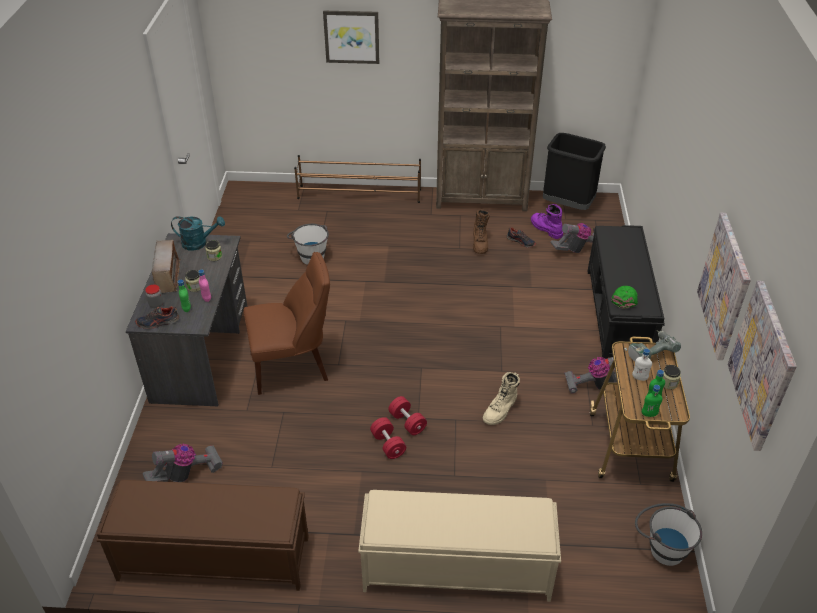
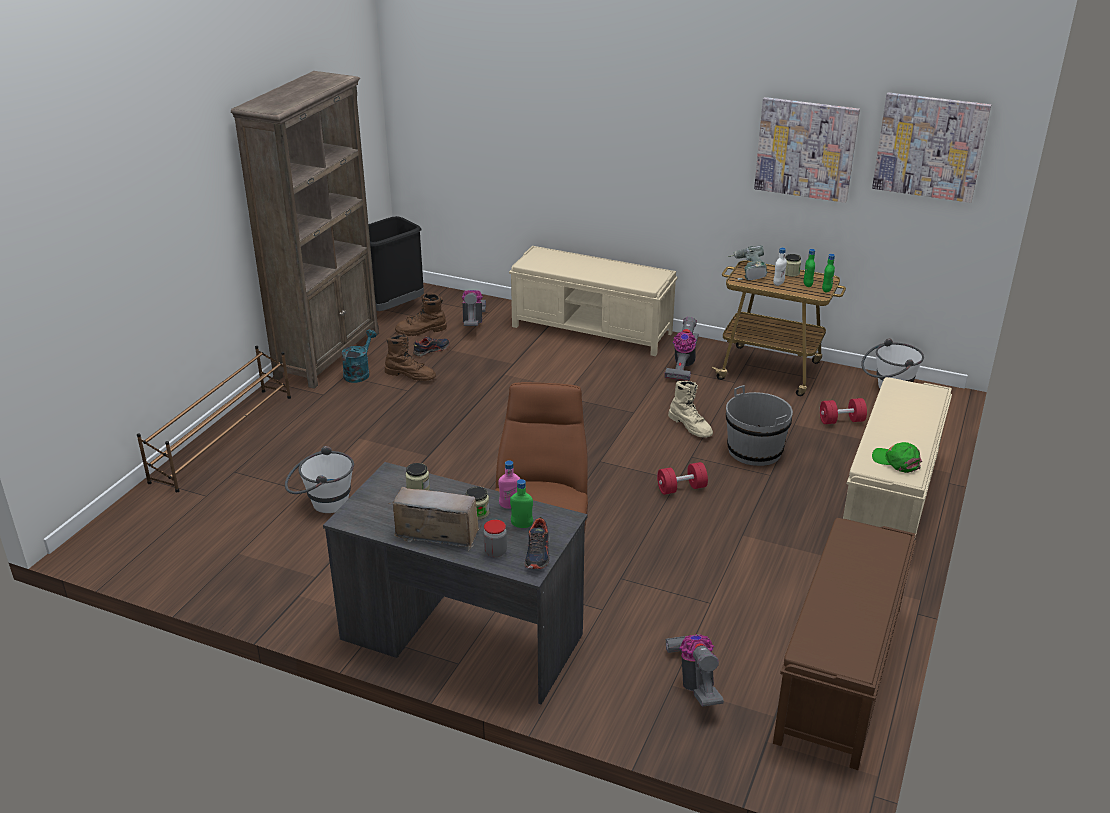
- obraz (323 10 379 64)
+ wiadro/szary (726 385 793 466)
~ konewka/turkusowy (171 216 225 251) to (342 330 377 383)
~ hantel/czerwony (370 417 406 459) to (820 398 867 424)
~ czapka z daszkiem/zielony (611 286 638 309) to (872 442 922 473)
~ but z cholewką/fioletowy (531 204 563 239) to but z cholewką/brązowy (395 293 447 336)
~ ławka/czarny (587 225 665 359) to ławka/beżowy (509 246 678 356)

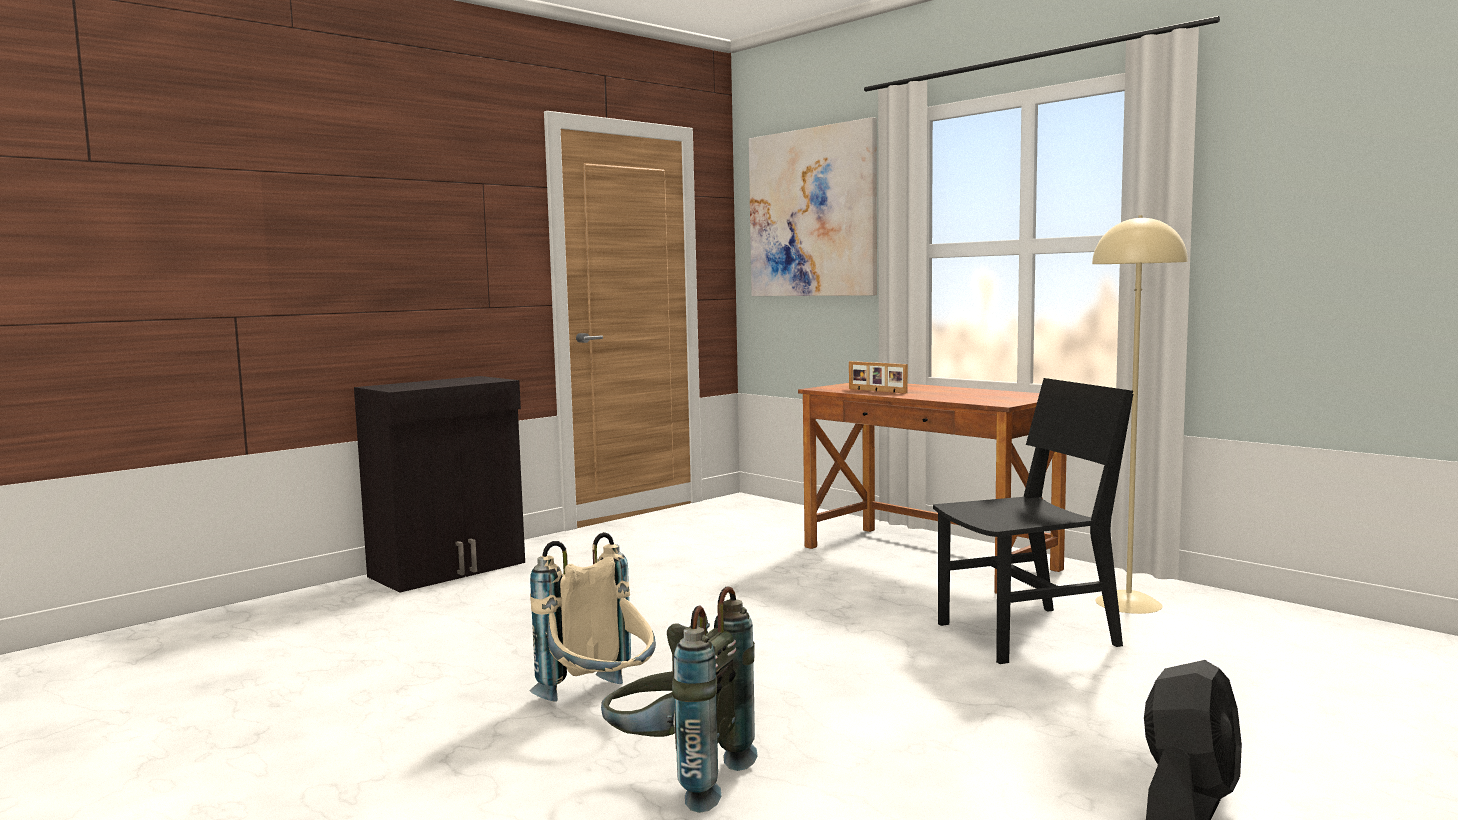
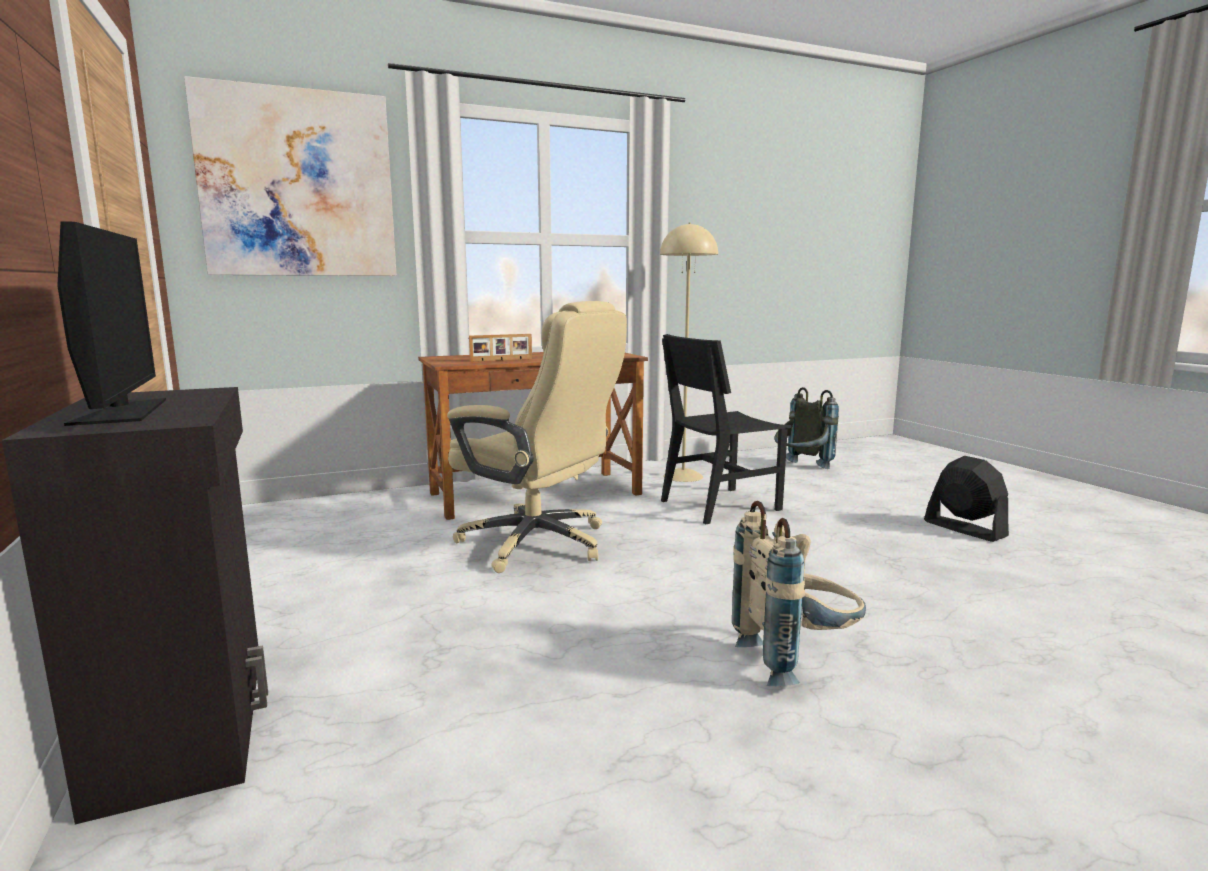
+ monitor (57 221 166 426)
+ krzesło biurowe/beżowy (447 301 627 573)
~ plecak/szary (601 586 758 813) to (775 387 839 469)
~ krzesło/czarny (933 378 1133 664) = (661 334 792 524) 120 degrees counterclockwise

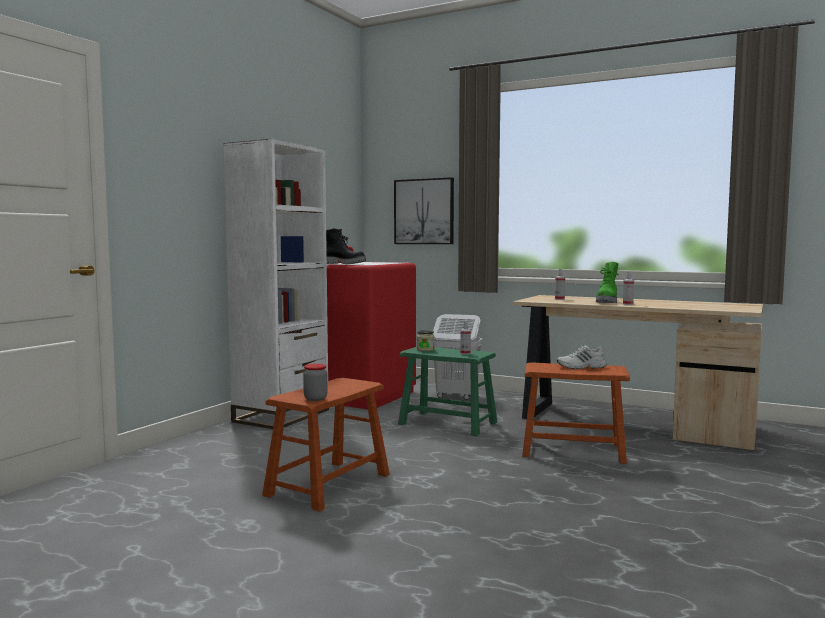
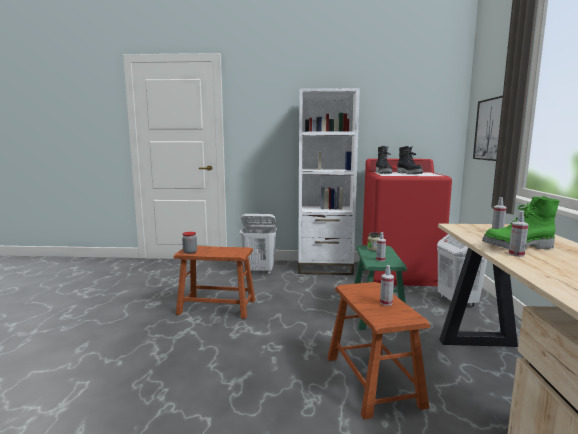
+ kosz na pranie/biały (240 214 277 275)
+ but z cholewką/czarny (397 146 423 174)
~ but/biały (557 345 607 369) to spryskiwacz (380 265 394 306)

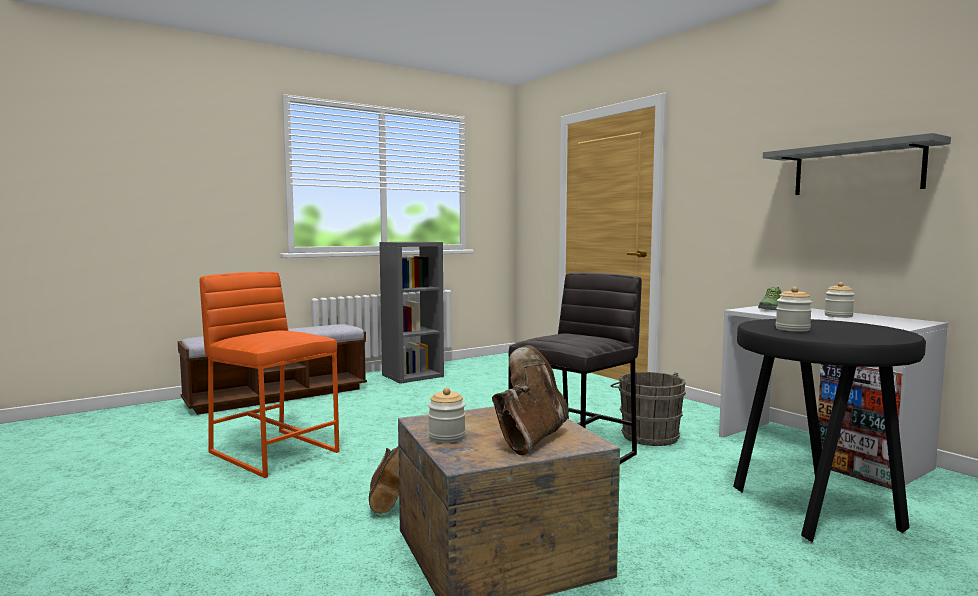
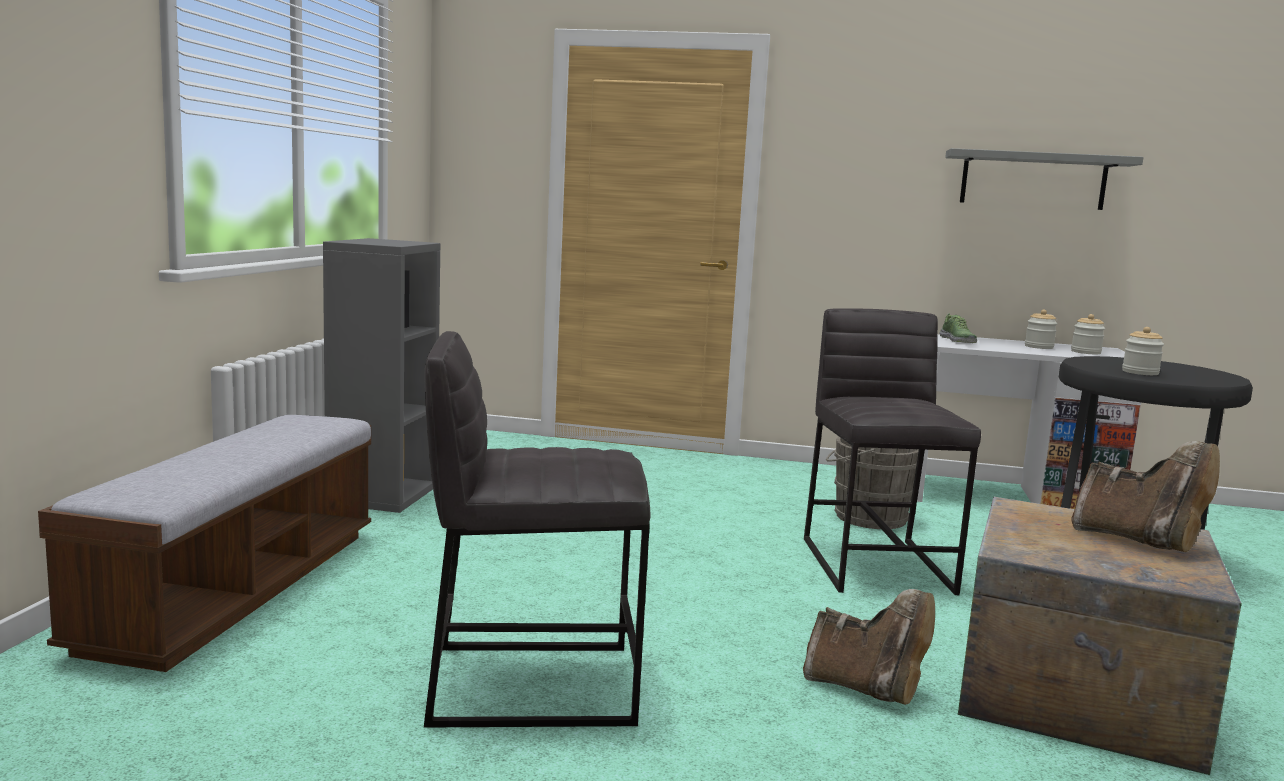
~ słoik (428 388 466 443) to (1071 314 1105 354)
~ stołek/pomarańczowy (200 272 339 478) to stołek/szary (424 331 651 727)
~ but z cholewką/brązowy (492 345 569 455) = (1072 441 1220 552) 150 degrees clockwise

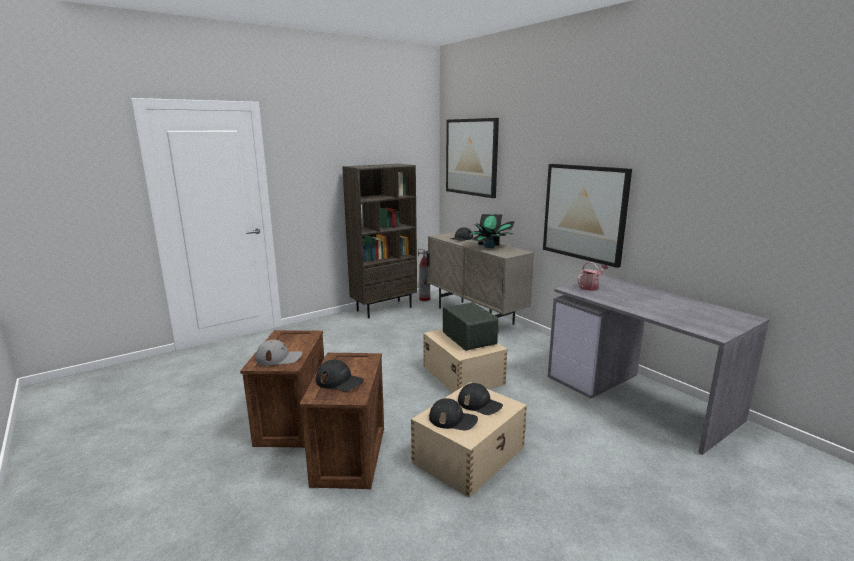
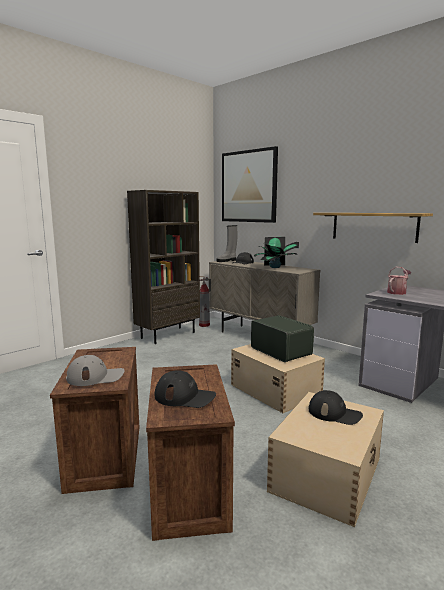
- czapka z daszkiem/czarny (429 398 478 431)
+ but z cholewką/szary (216 225 237 262)
~ obraz (543 164 632 268) to półka (313 213 433 243)

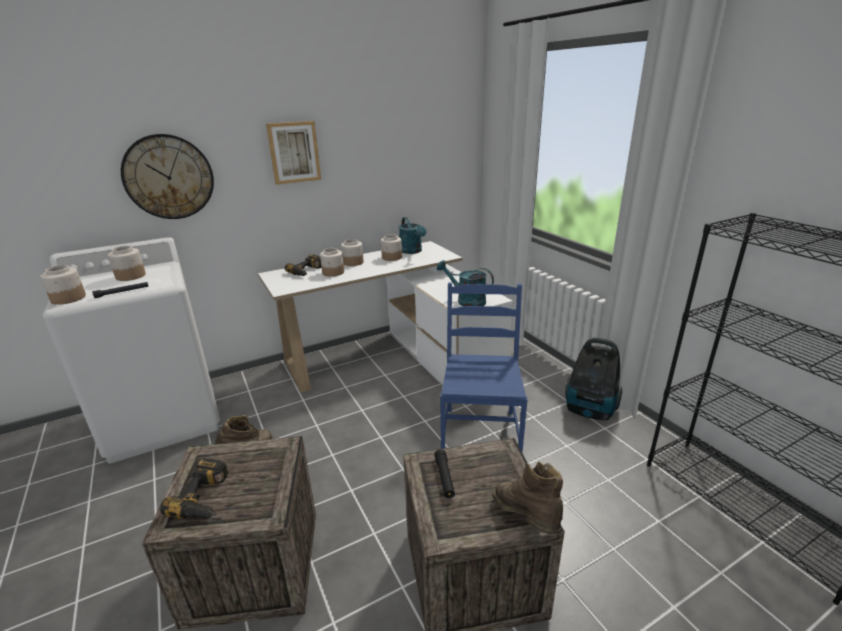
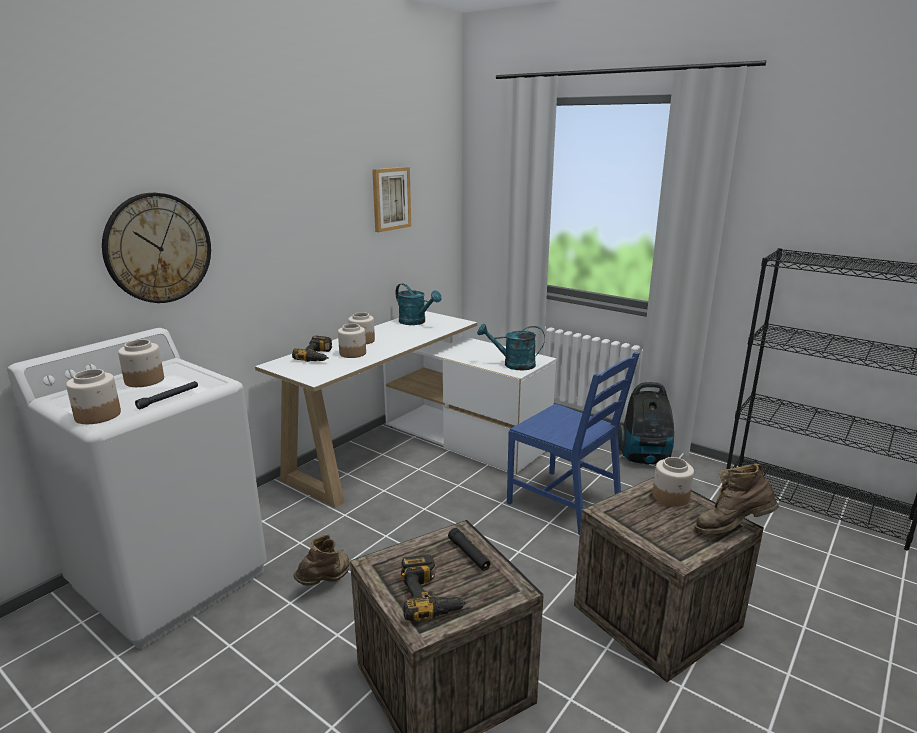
~ obraz (266 121 321 185) to (372 167 411 232)
~ słoik (381 234 402 261) to (653 457 694 507)
~ latarka/czarny (434 449 455 498) to (448 528 490 571)
~ krzesło/niebieski (440 282 527 452) = (507 352 640 535) 150 degrees clockwise
~ but z cholewką/brązowy (492 462 563 534) = (694 463 779 534) 45 degrees counterclockwise

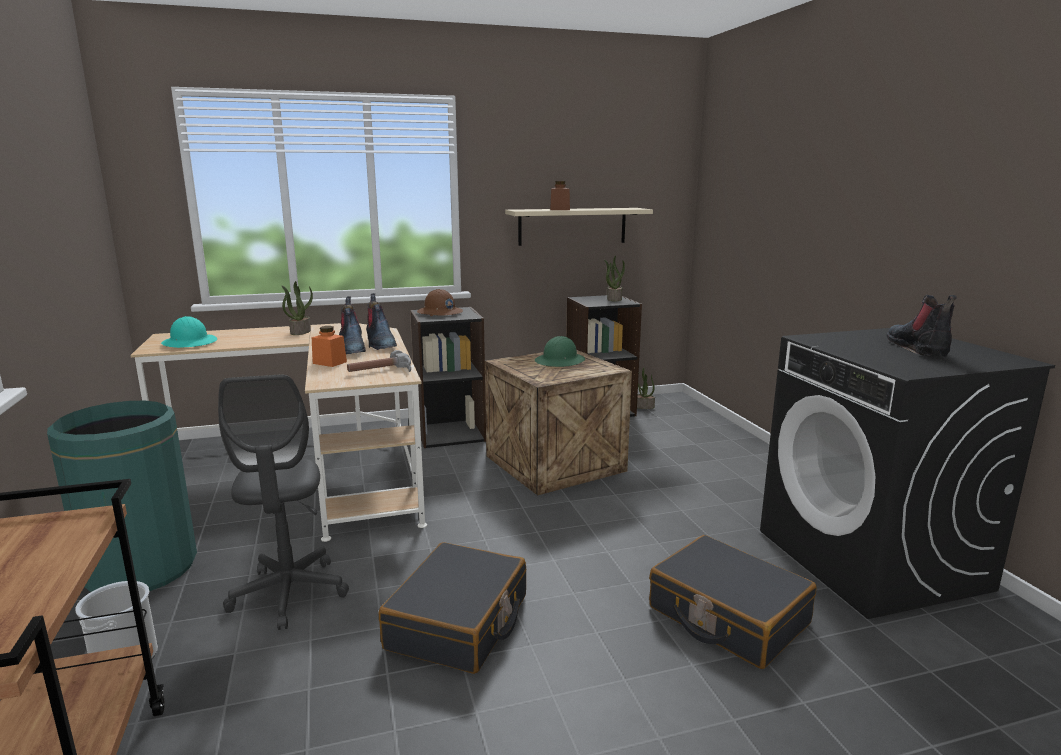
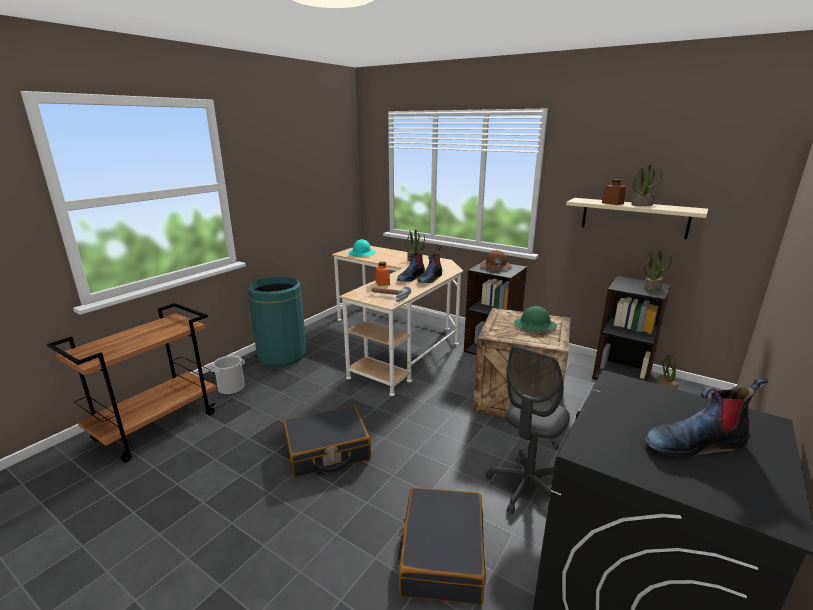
+ roślina doniczkowa (631 164 662 206)
~ krzesło biurowe/szary (218 375 349 630) to (486 346 570 514)
~ but z cholewką (887 295 957 357) = (645 377 768 457) 150 degrees counterclockwise

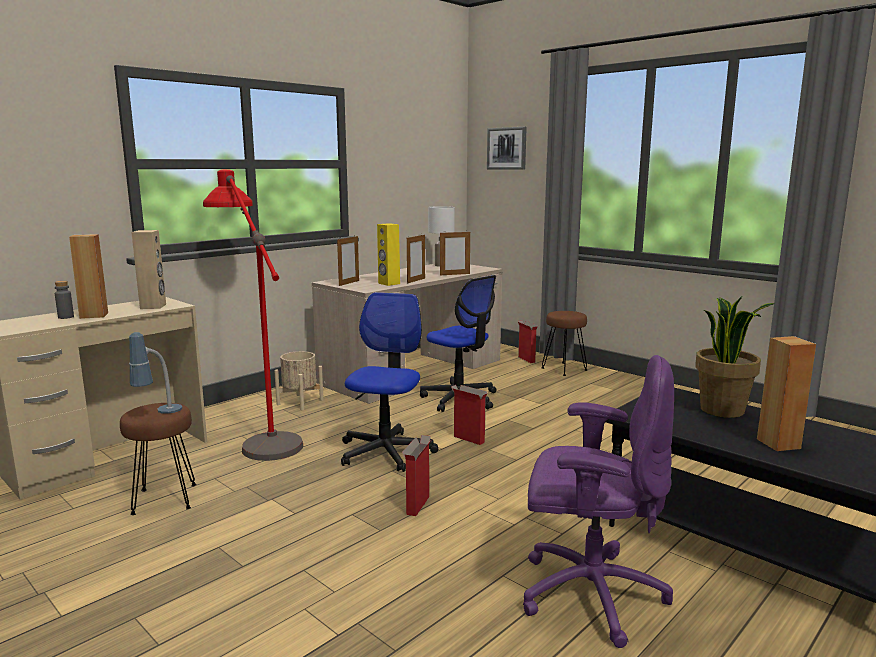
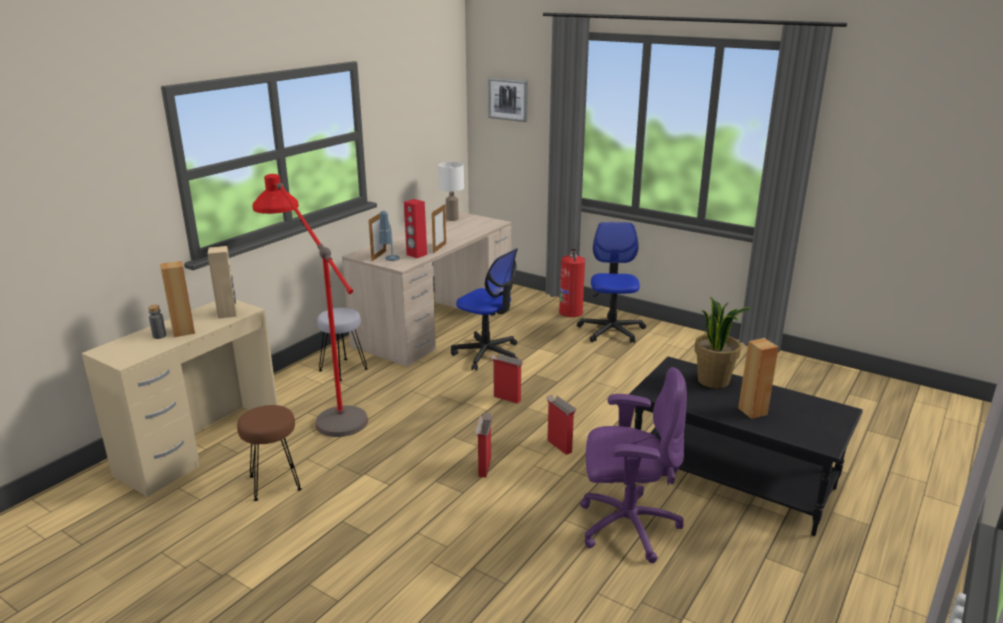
- ramka na zdjęcie (440 230 470 275)
~ lampa stołowa (129 332 182 414) to (379 211 400 261)
~ krzesło biurowe (341 292 438 472) to (577 222 646 343)
~ karton (518 320 538 363) to (546 395 576 455)
~ donica/beżowy (274 351 324 410) to stołek/szary (317 308 368 381)
~ stołek/brązowy (542 311 587 376) to gaśnica (559 248 585 317)
~ głośnik/żółty (377 223 400 286) to głośnik/czerwony (404 199 427 258)

